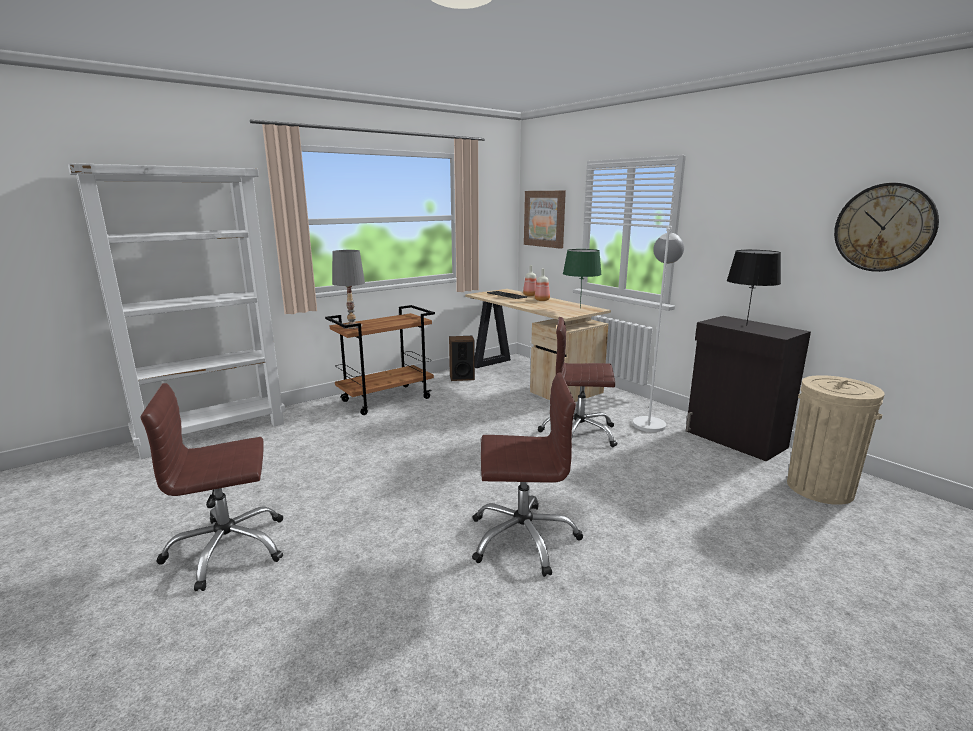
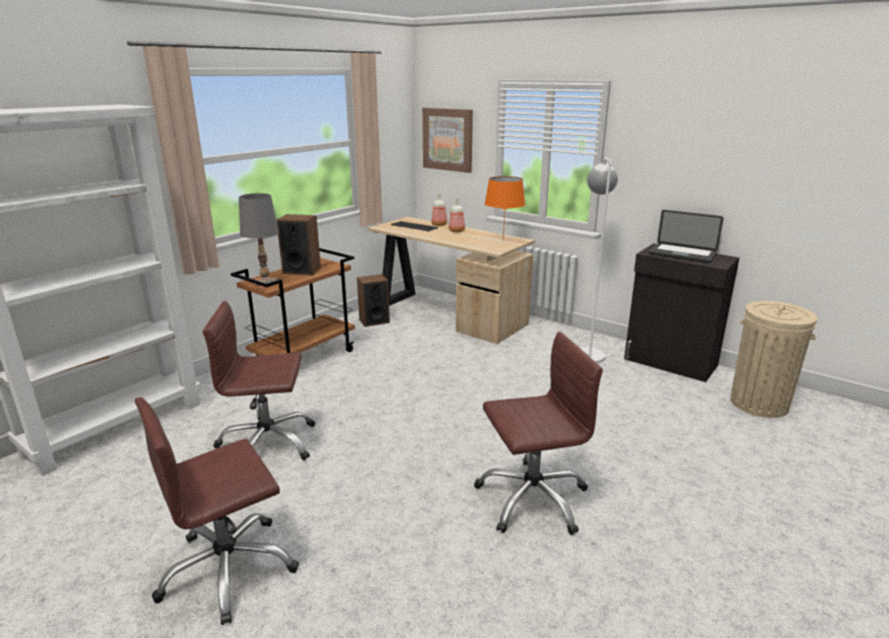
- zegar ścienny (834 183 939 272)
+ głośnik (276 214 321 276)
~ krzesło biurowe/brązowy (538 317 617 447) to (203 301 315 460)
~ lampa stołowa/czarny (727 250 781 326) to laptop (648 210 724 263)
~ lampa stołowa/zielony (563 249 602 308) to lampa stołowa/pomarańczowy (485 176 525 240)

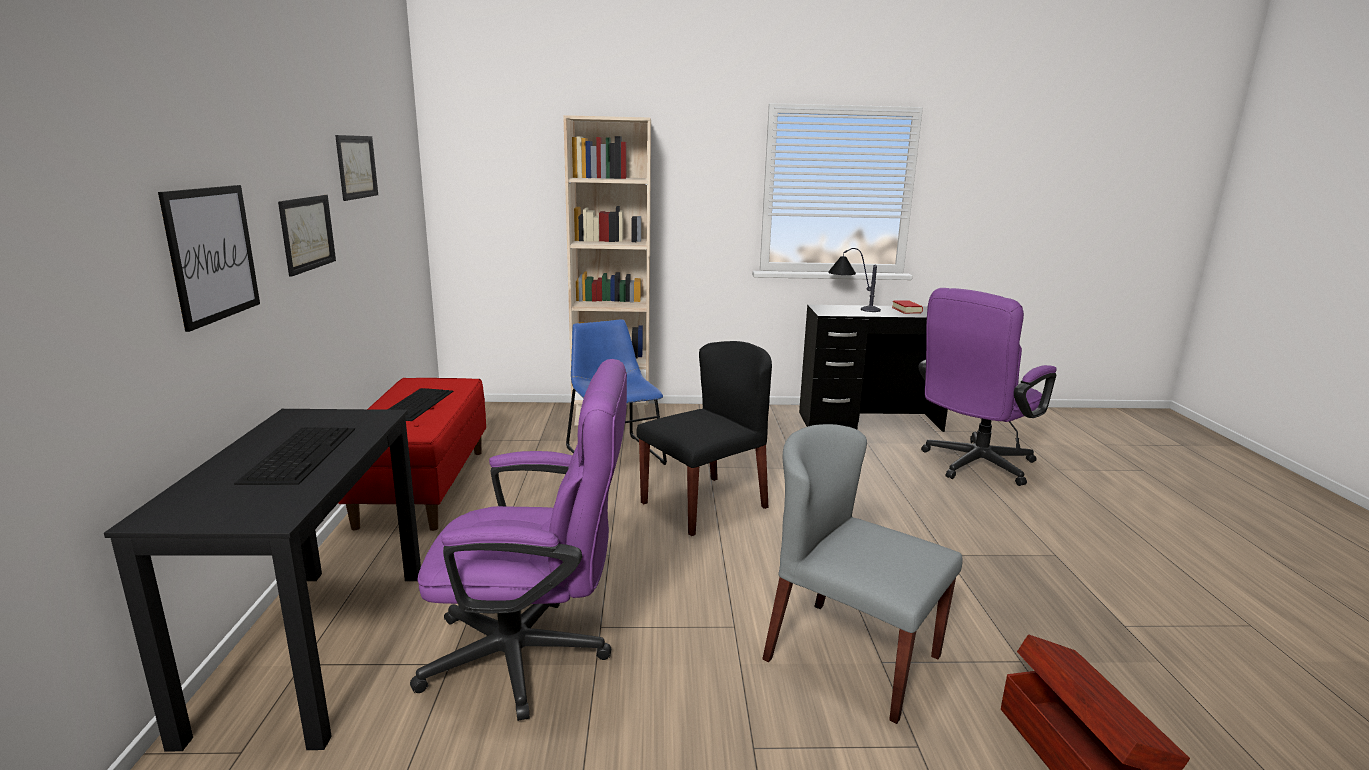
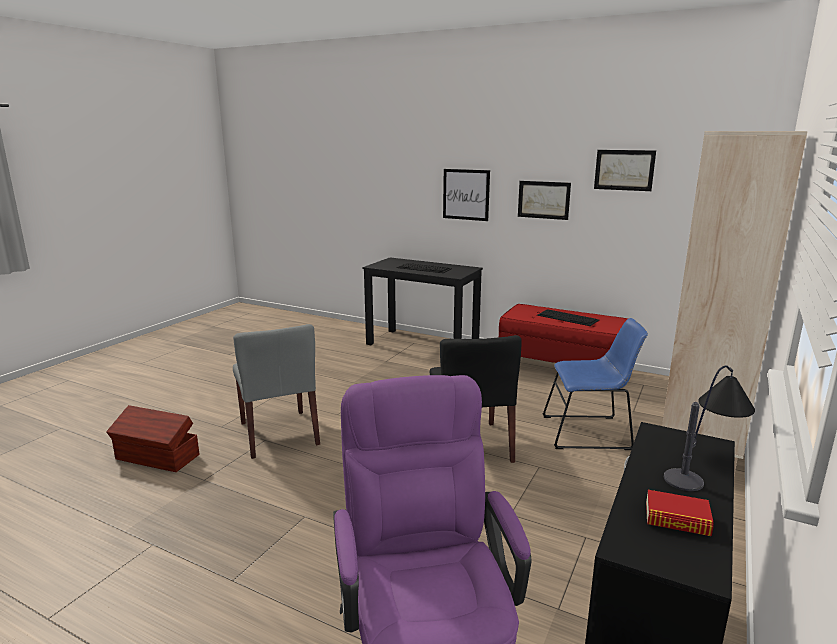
- krzesło biurowe/fioletowy (410 359 627 721)
~ krzesło/szary (762 424 963 724) = (233 324 320 459) 90 degrees clockwise

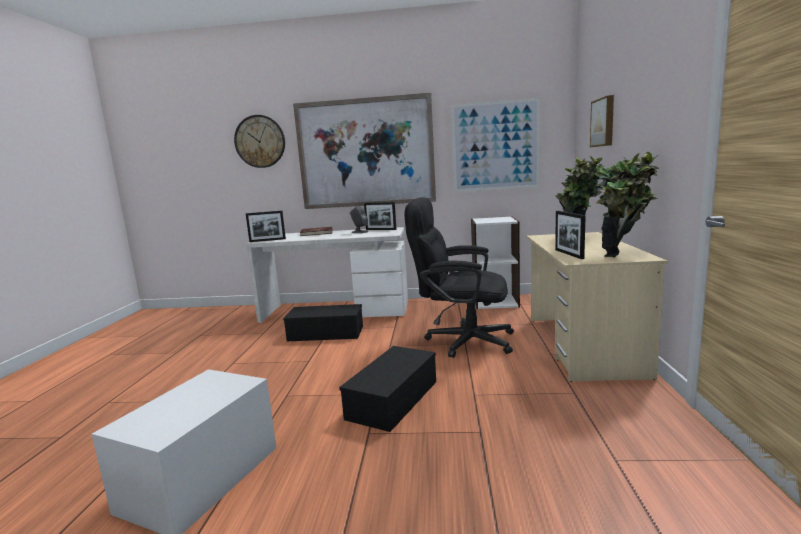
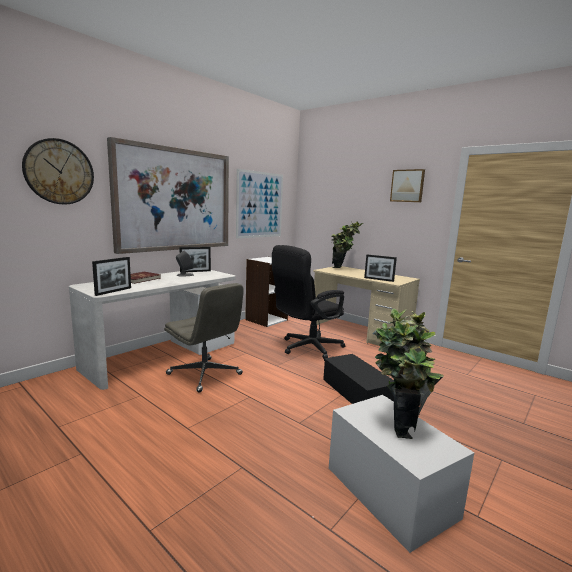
~ obraz (590 95 614 147) to (390 169 425 202)
~ roślina doniczkowa (595 152 659 258) to (373 309 444 439)
~ pojemnik do przechowywania/czarny (283 304 363 341) to krzesło biurowe/szary (164 283 244 393)

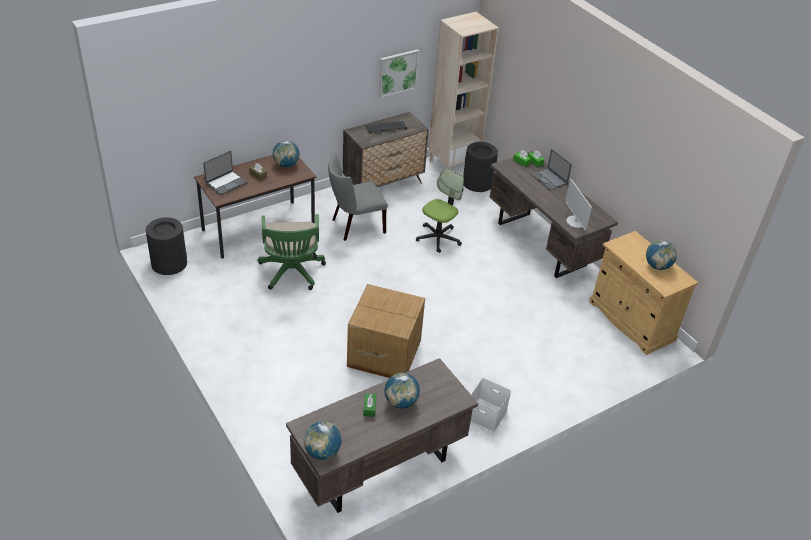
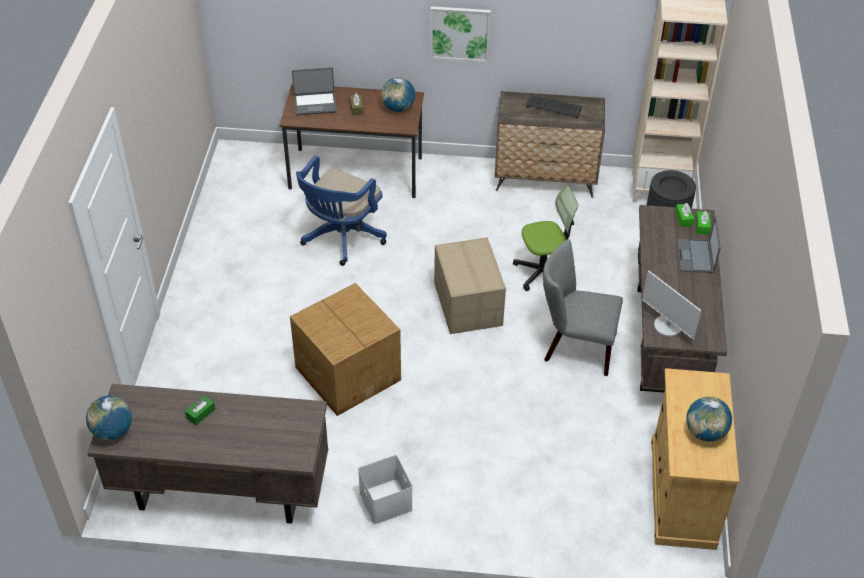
- kosz na śmieci/czarny (146 217 187 275)
- globus (384 373 420 408)
+ karton (434 238 506 334)
~ krzesło/szary (328 152 388 241) to (543 239 623 376)
~ obraz (379 49 419 98) to (430 6 491 62)
~ krzesło biurowe/zielony (258 214 326 290) to krzesło biurowe/niebieski (296 155 387 266)
~ monitor (565 179 592 231) = (642 270 701 340) 60 degrees counterclockwise

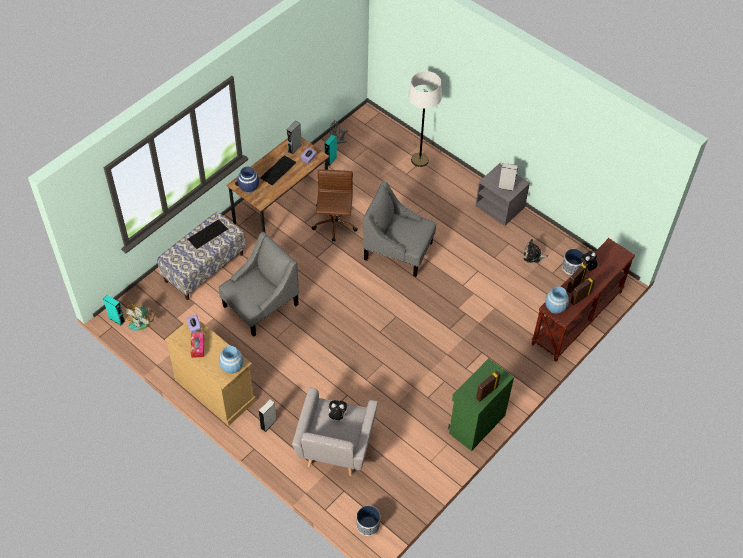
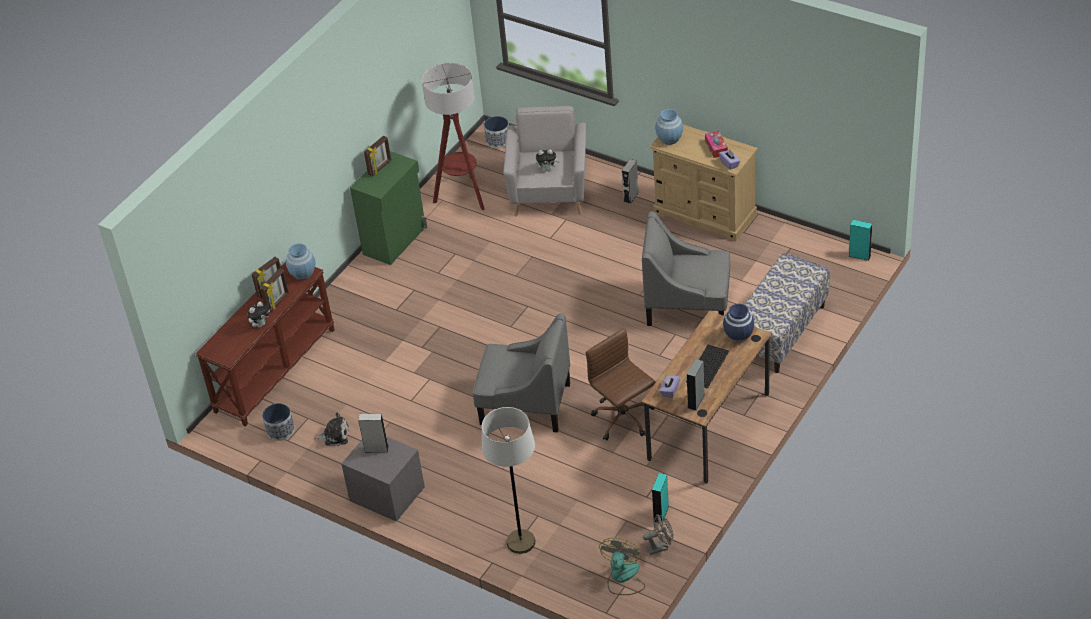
- klawiatura (187 219 228 249)
+ lampa stojąca (422 62 485 210)
~ wentylator (125 304 154 331) to (599 538 645 595)
~ fotel/szary (218 232 299 337) = (642 211 731 326) 60 degrees clockwise
~ krzesło biurowe/brązowy (311 170 358 242) = (586 328 655 440) 150 degrees clockwise

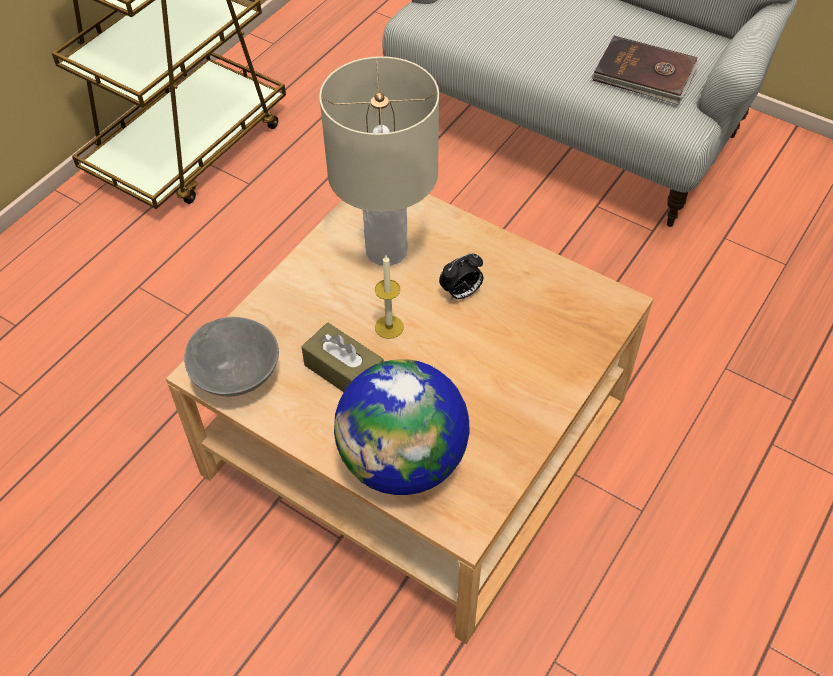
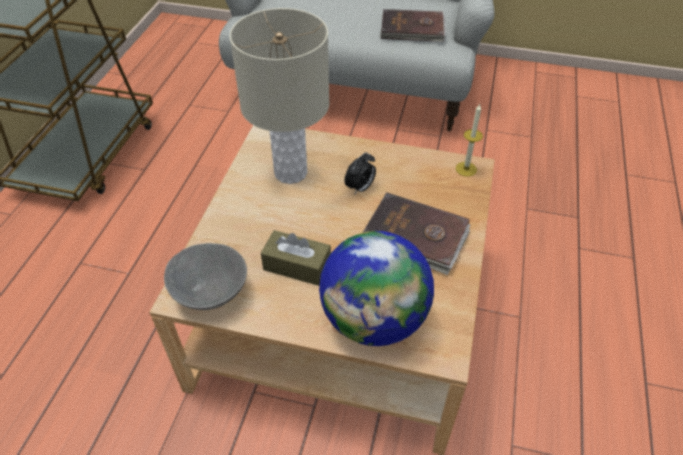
+ książka/brązowy (363 192 471 275)
~ świeca (375 255 404 339) to (456 104 483 177)

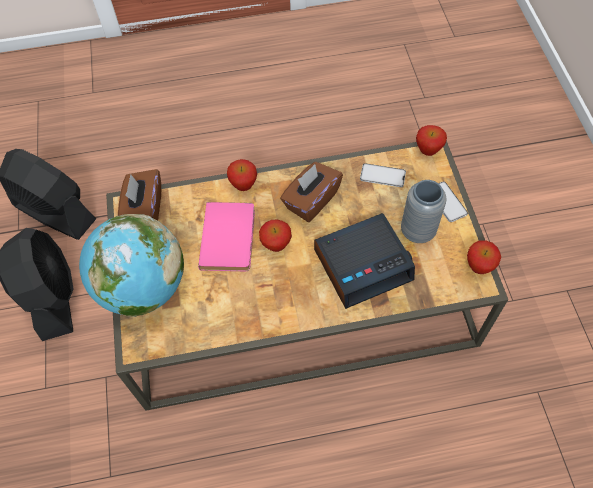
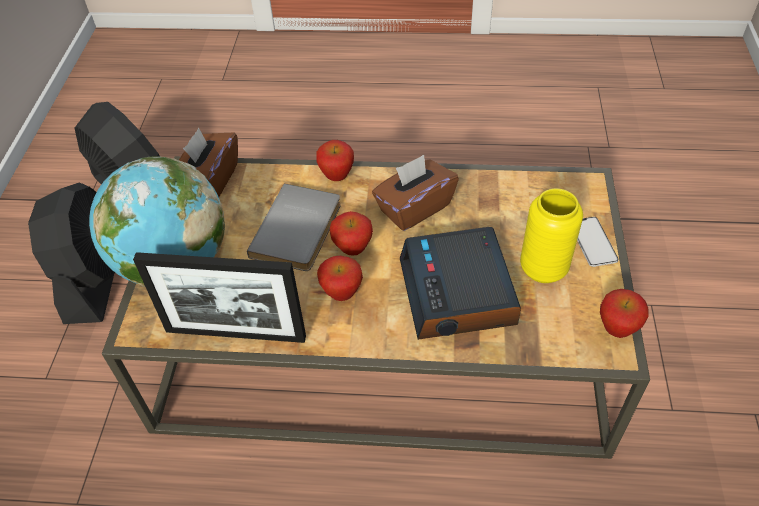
- telefon (360 163 406 187)
+ ramka na zdjęcie (133 252 306 343)
~ jabłko (416 125 447 156) to (317 256 363 301)
~ książka/różowy (198 202 255 271) to książka/szary (247 184 341 271)
~ wazon/szary (401 180 447 243) to wazon/żółty (520 188 583 283)
~ budzik (314 213 415 309) = (400 227 521 340) 90 degrees clockwise

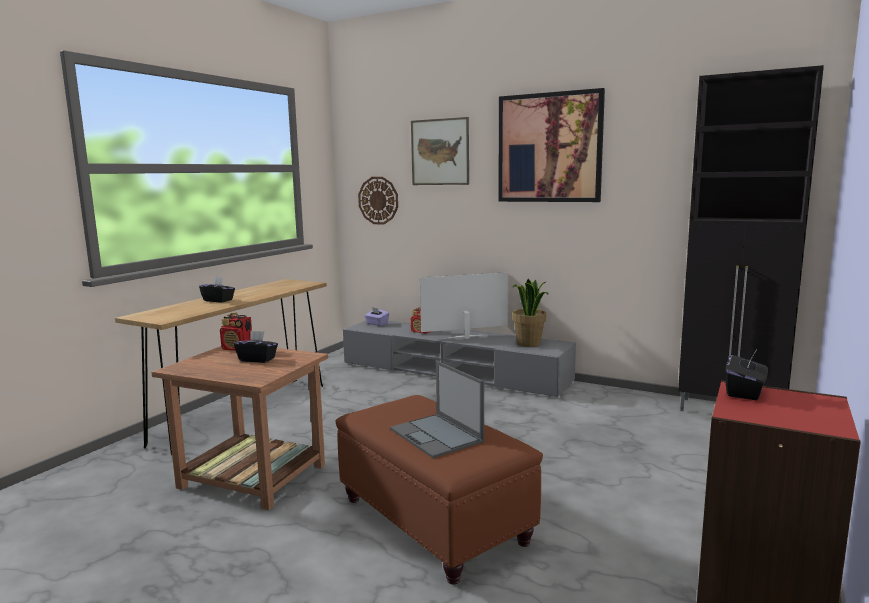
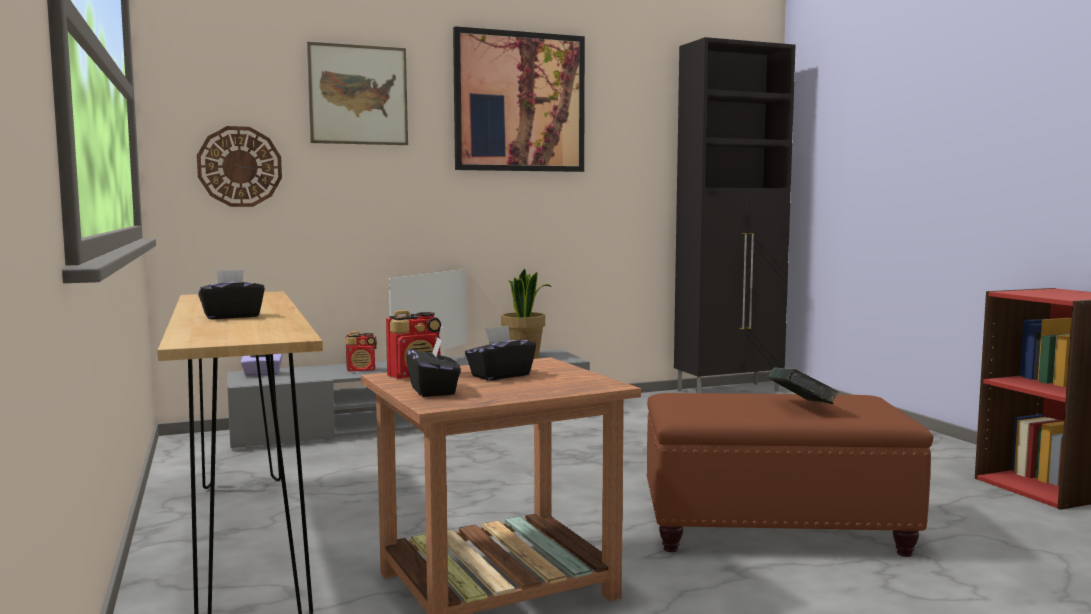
~ pudełko chusteczek/czarny (726 351 768 400) to (406 337 461 397)
~ laptop (390 361 484 458) to książka (768 367 840 404)

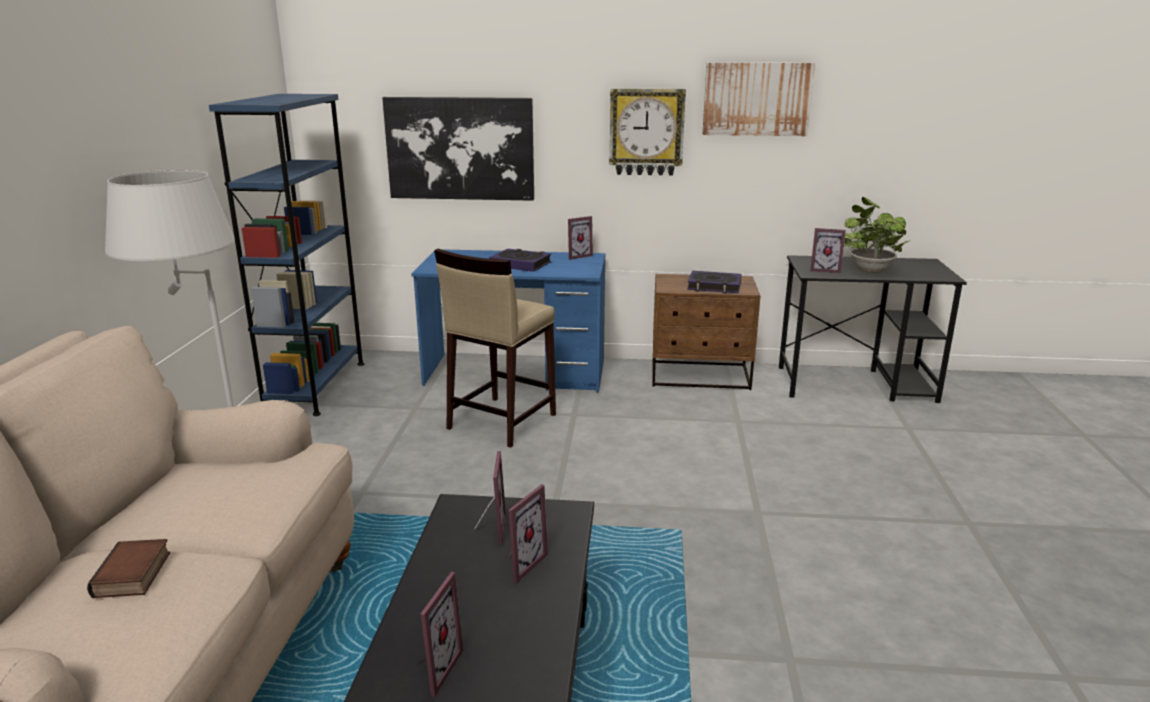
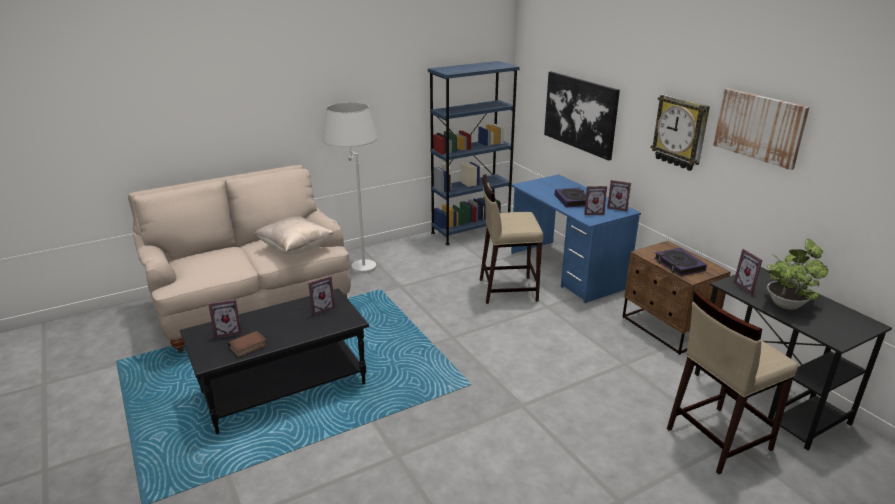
+ poduszka/beżowy (254 216 334 255)
+ stołek/beżowy (667 290 798 475)
~ książka (87 539 170 598) to (228 330 267 358)
~ ramka na zdjęcie (506 484 548 584) to (584 186 607 215)

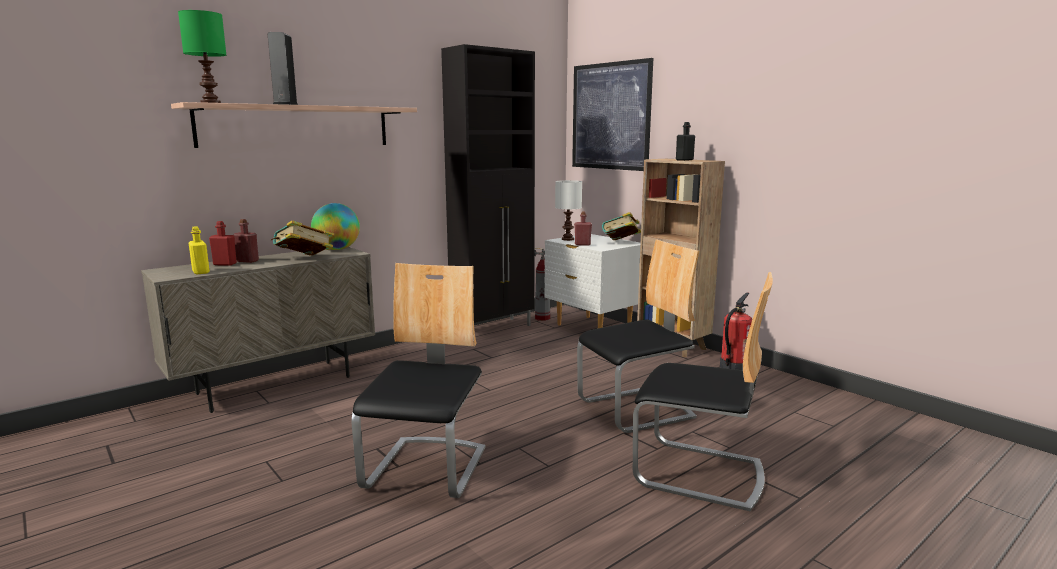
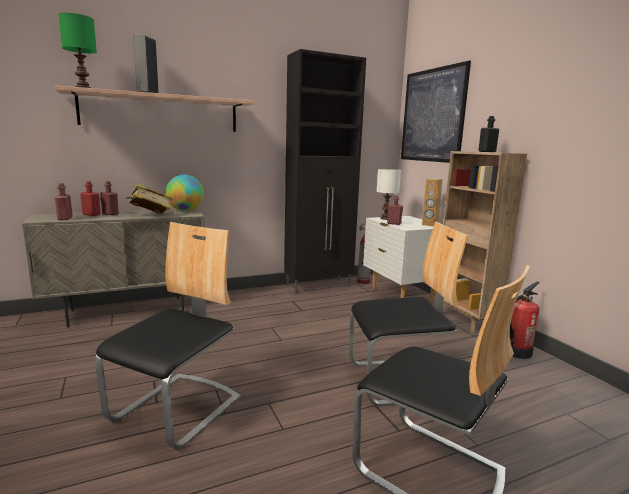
~ książka (602 212 641 240) to głośnik/brązowy (422 178 442 227)
~ butelka/żółty (189 226 210 274) to butelka/czerwony (55 183 73 220)

